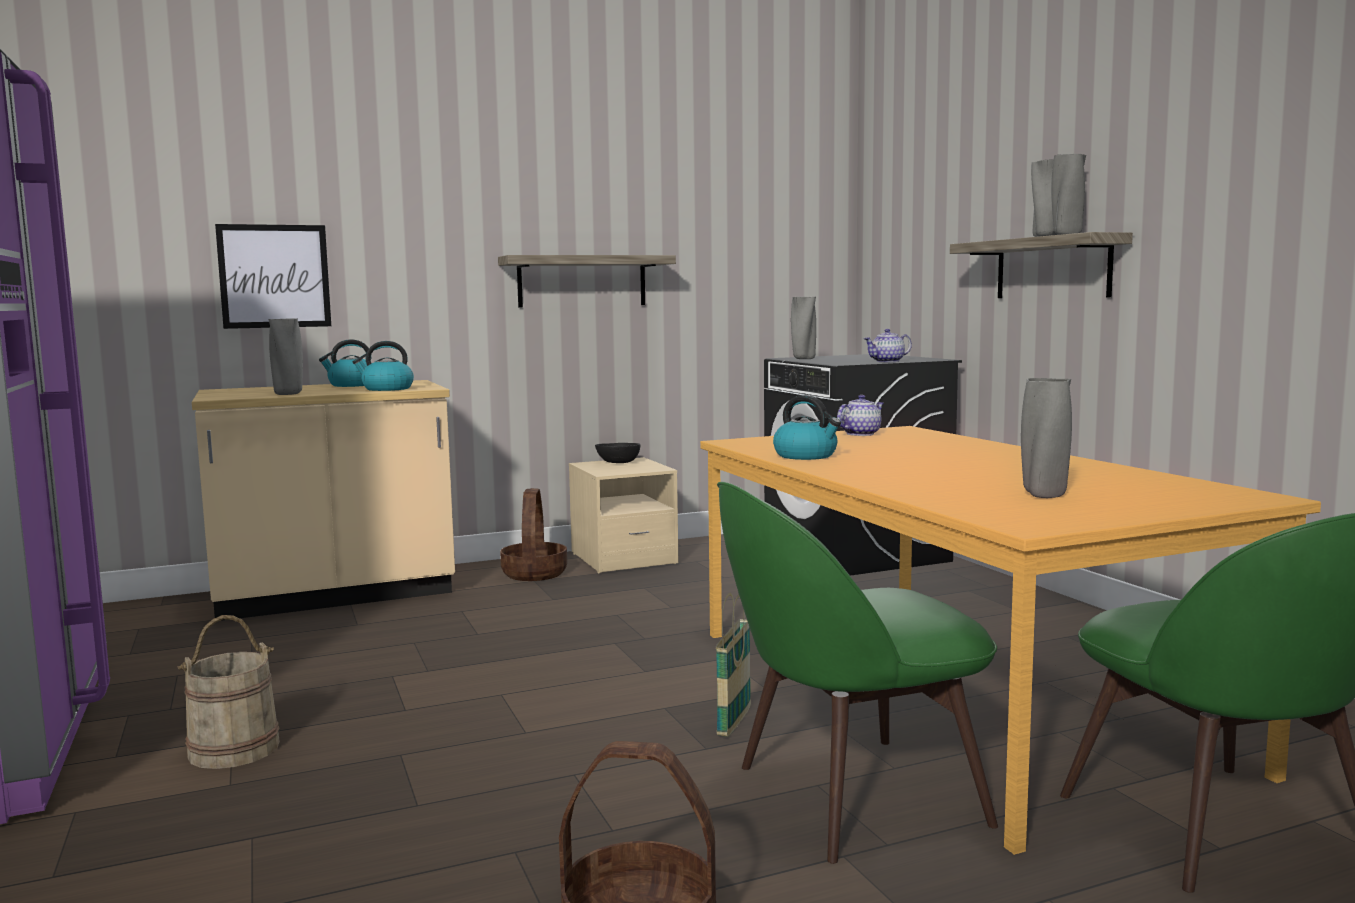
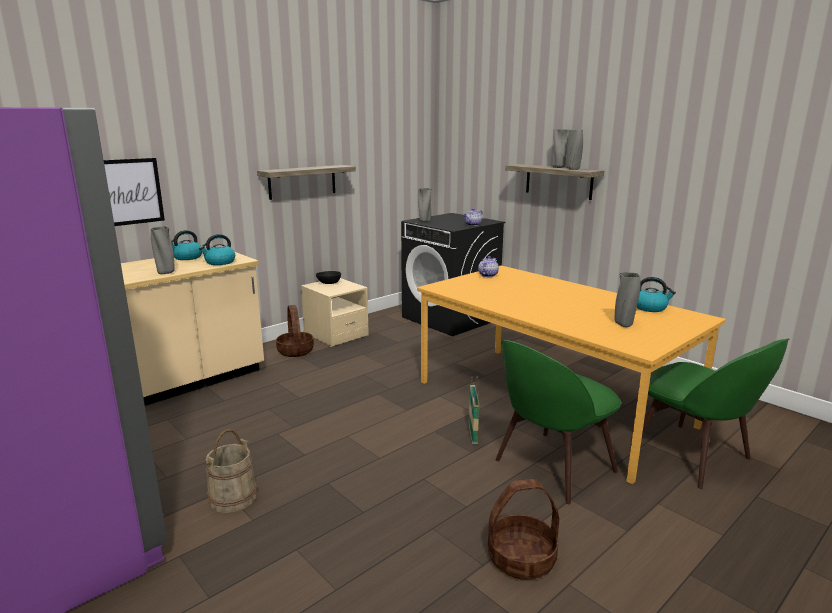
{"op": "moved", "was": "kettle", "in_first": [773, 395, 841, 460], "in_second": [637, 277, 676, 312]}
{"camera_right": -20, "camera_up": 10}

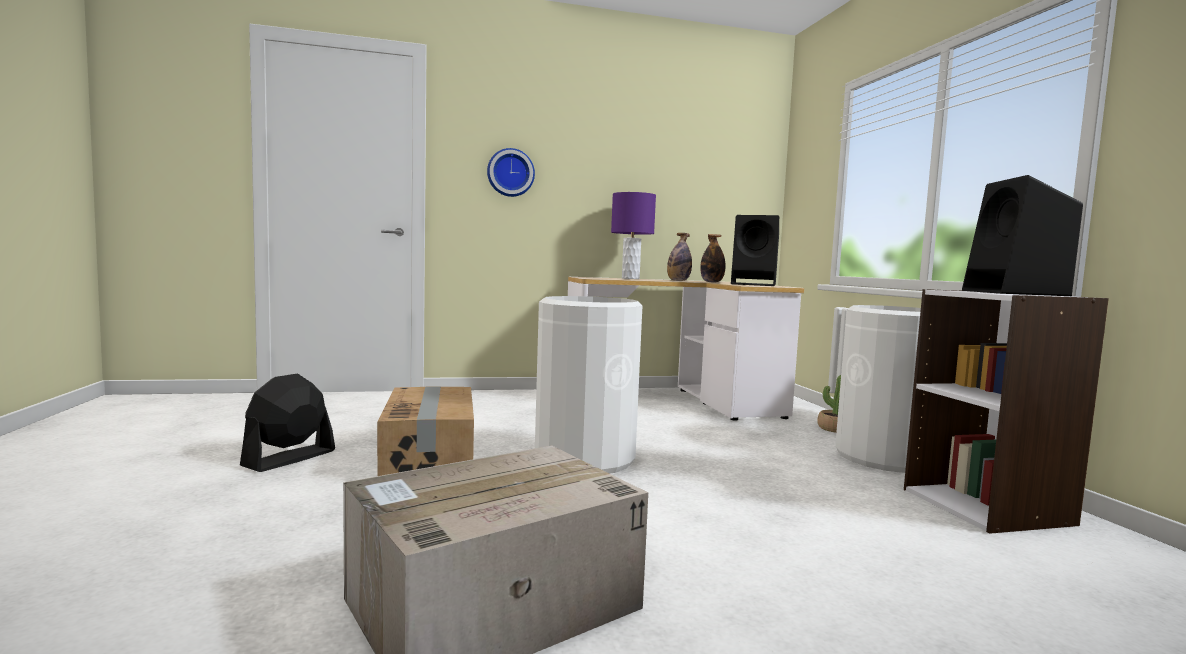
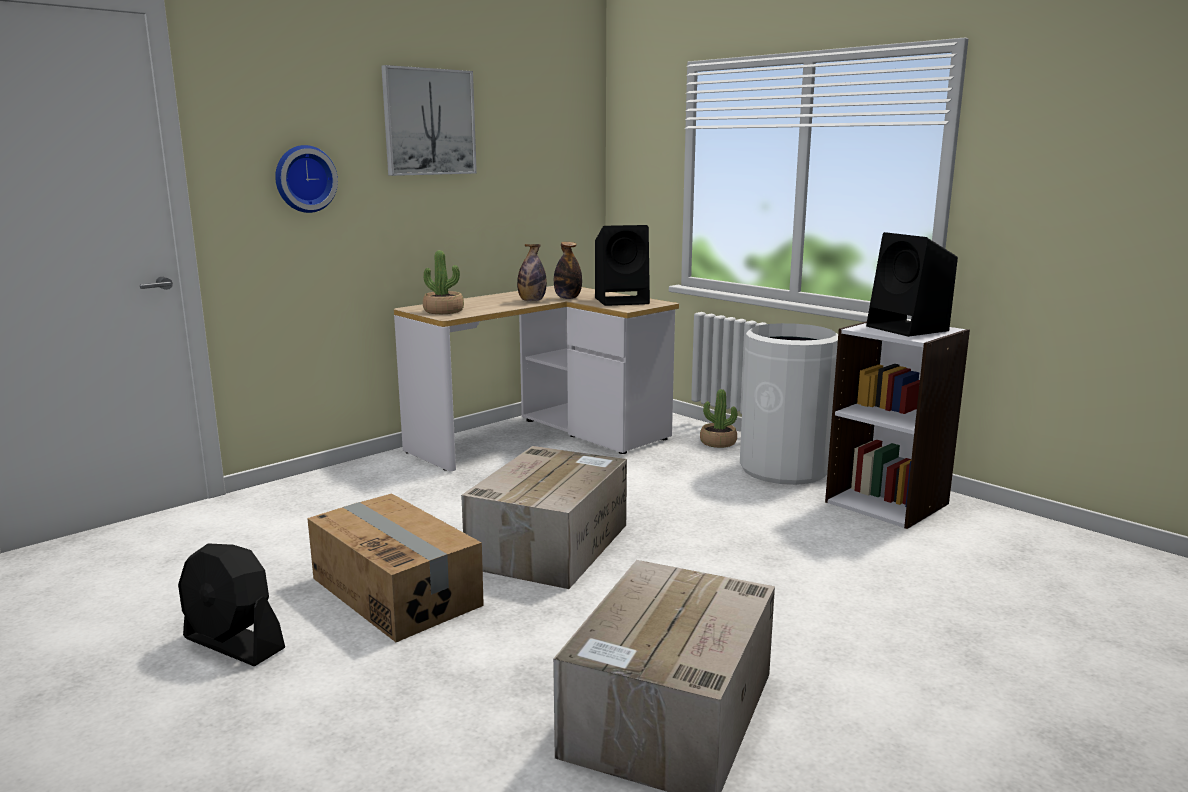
{"op": "removed", "was": "purple table lamp", "in_first": [611, 192, 656, 279]}
{"op": "replaced", "was": "white trash can", "now": "cardboard box", "in_first": [535, 296, 642, 474], "in_second": [461, 446, 627, 589]}
{"op": "turned", "was": "black fan", "in_first": [240, 373, 335, 472], "in_second": [178, 543, 285, 666], "clockwise": -60}
{"op": "added", "now": "picture", "in_second": [381, 65, 477, 176]}
{"op": "added", "now": "potted plant", "in_second": [423, 250, 464, 314]}
{"camera_right": -30, "camera_up": 10}

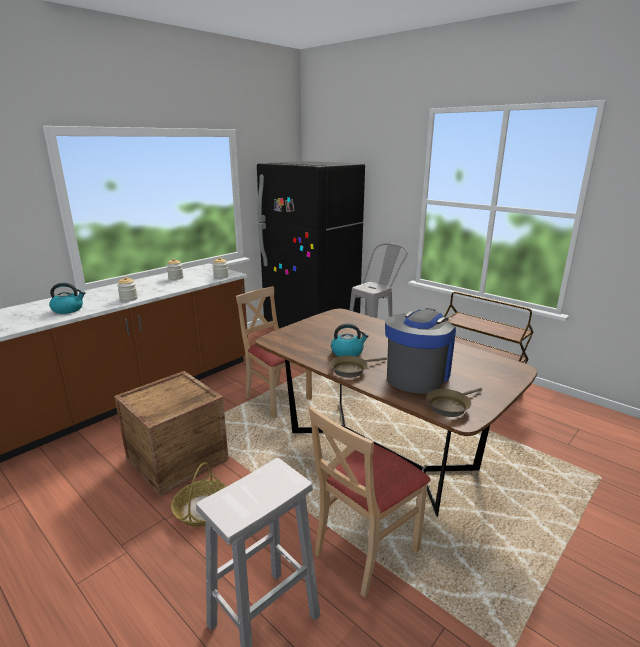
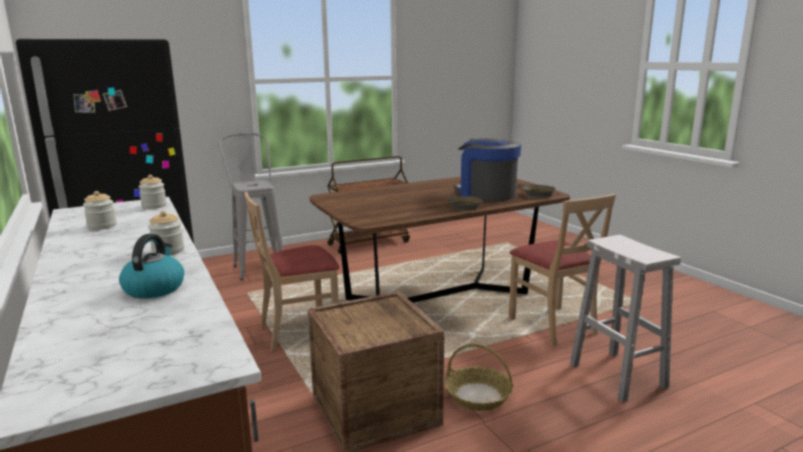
{"op": "removed", "was": "kettle", "in_first": [331, 323, 369, 357]}
{"camera_right": -70, "camera_up": -5}

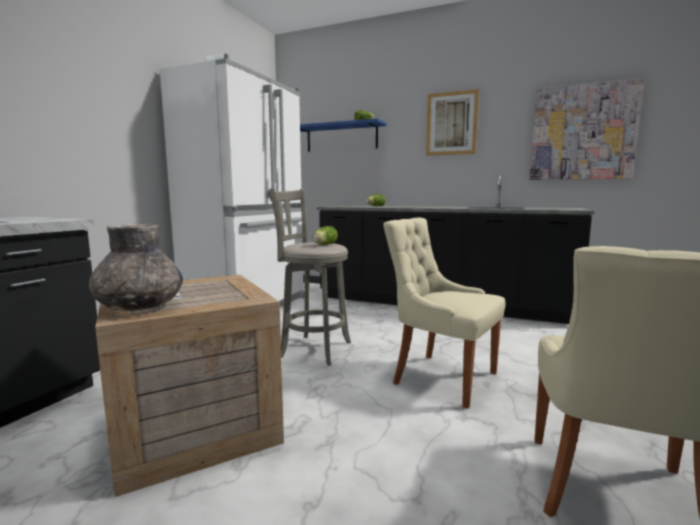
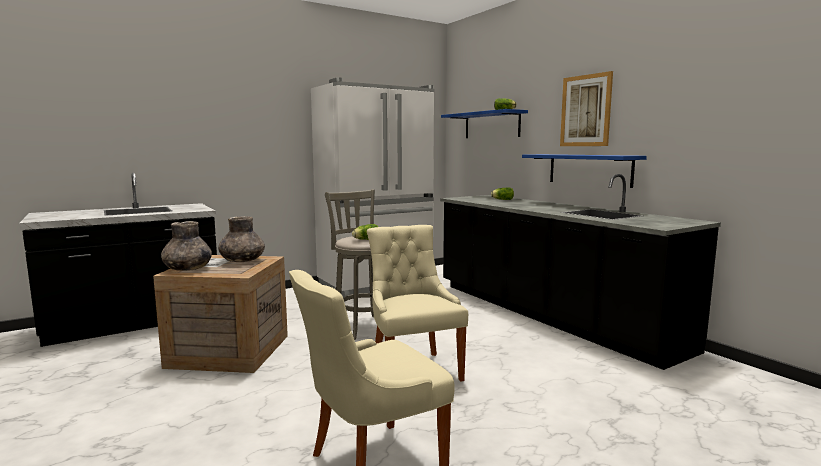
{"op": "removed", "was": "picture", "in_first": [530, 78, 644, 180]}
{"op": "added", "now": "blue shelf", "in_second": [522, 154, 647, 188]}
{"op": "added", "now": "grey vase", "in_second": [218, 216, 265, 262]}
{"camera_right": 35, "camera_up": 0}

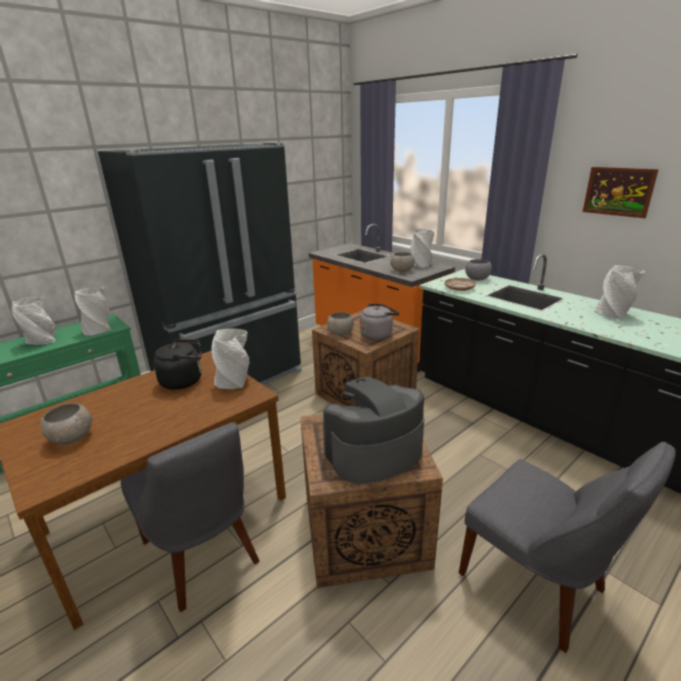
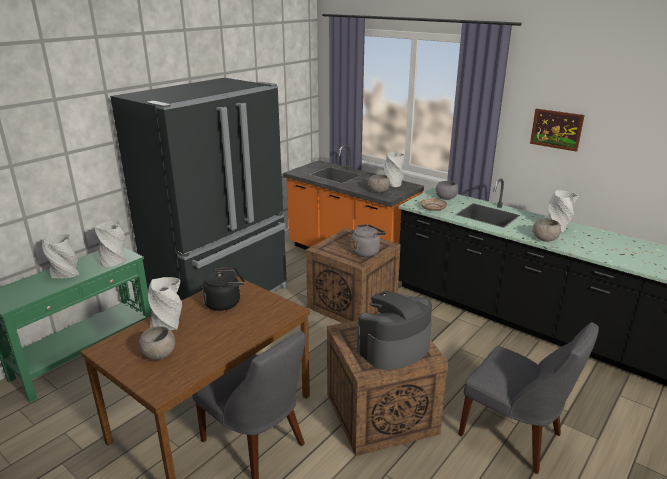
{"op": "moved", "was": "grey bowl", "in_first": [327, 312, 354, 335], "in_second": [532, 219, 561, 242]}
{"op": "moved", "was": "grey vase", "in_first": [211, 328, 249, 389], "in_second": [148, 277, 182, 330]}
{"camera_right": -10, "camera_up": 0}

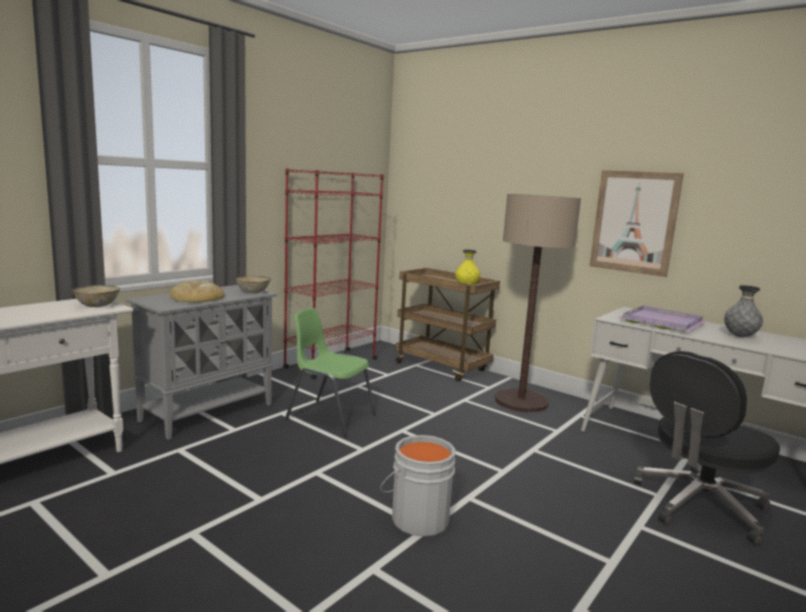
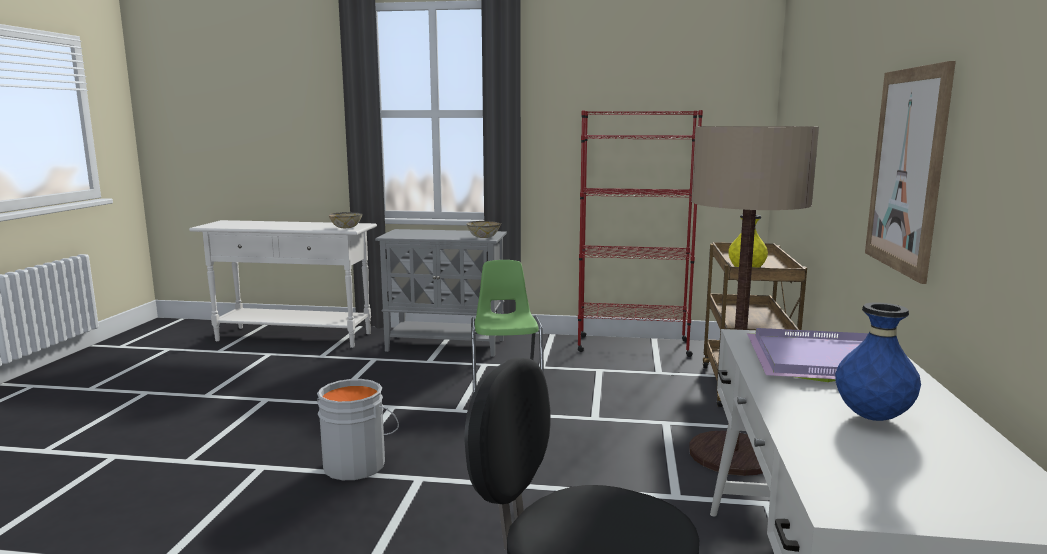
{"op": "removed", "was": "bread", "in_first": [170, 281, 224, 302]}
{"op": "recoloured", "was": "grey vase", "now": "blue vase", "in_first": [724, 285, 763, 337], "in_second": [835, 303, 921, 421]}
{"camera_right": 60, "camera_up": 0}

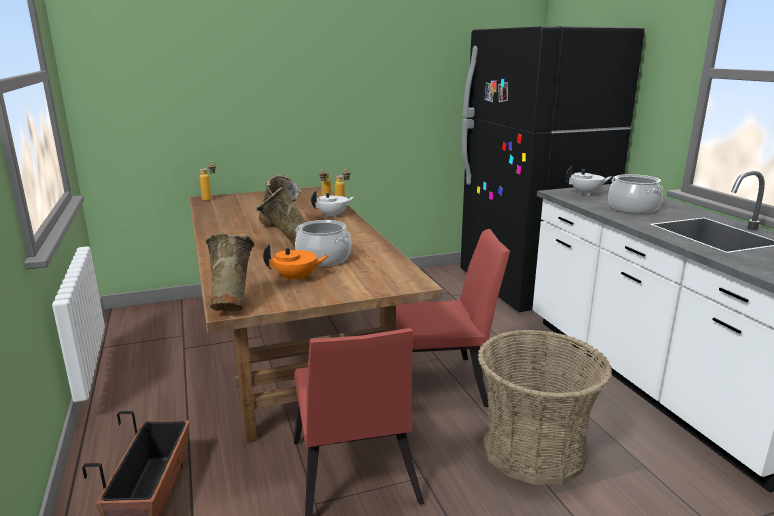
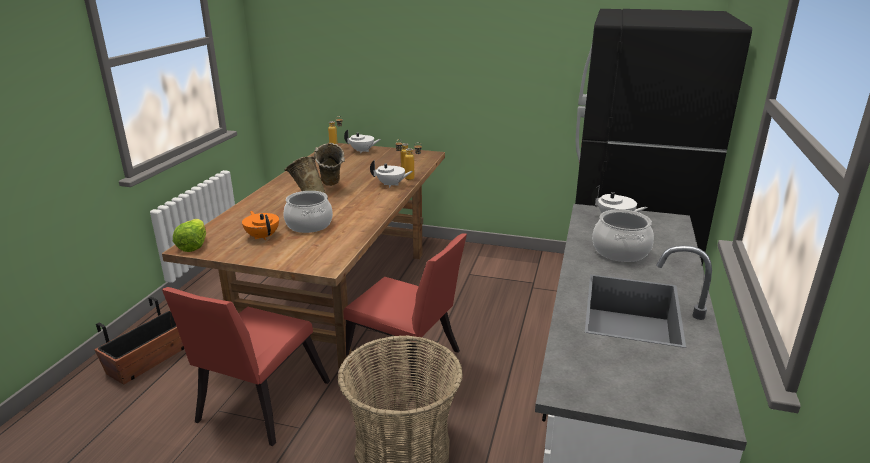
{"op": "replaced", "was": "beige vase", "now": "lettuce", "in_first": [206, 233, 254, 312], "in_second": [173, 219, 206, 252]}
{"op": "turned", "was": "orange teapot", "in_first": [263, 244, 329, 283], "in_second": [242, 211, 279, 240], "clockwise": -150}
{"op": "added", "now": "white teapot", "in_second": [344, 130, 381, 153]}
{"camera_right": 35, "camera_up": 5}

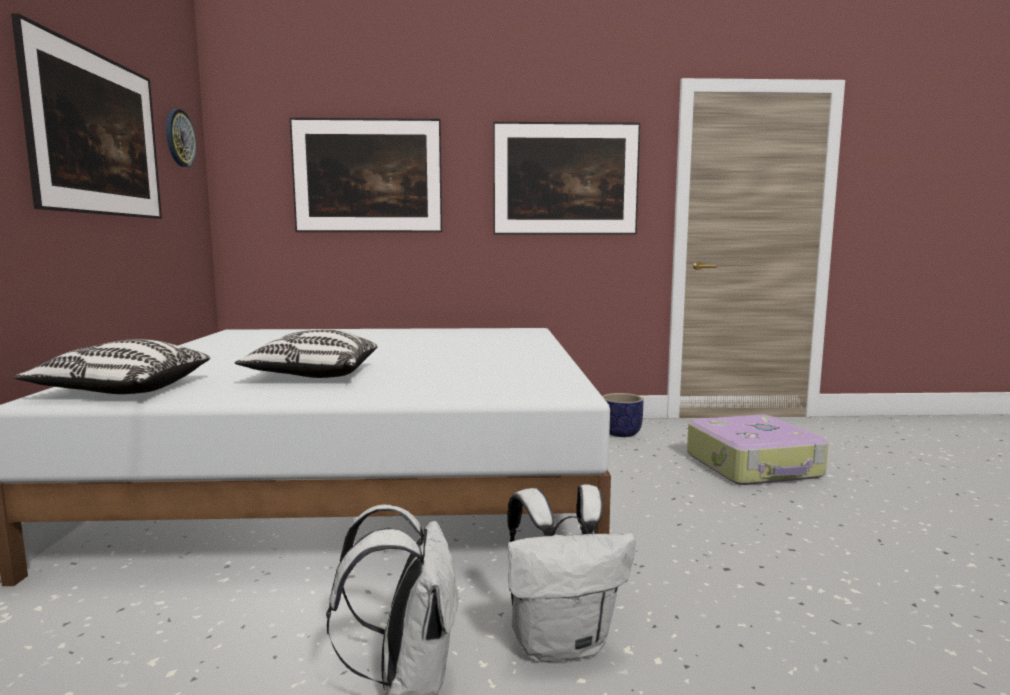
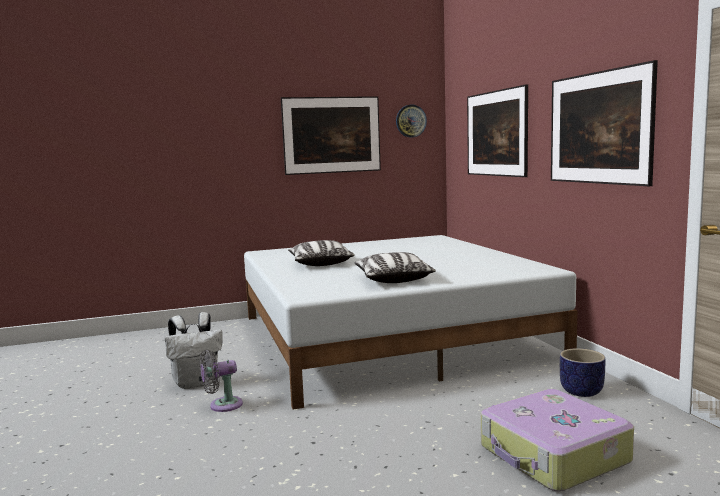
{"op": "moved", "was": "pillow", "in_first": [14, 339, 210, 394], "in_second": [355, 252, 436, 283]}
{"op": "replaced", "was": "white backpack", "now": "grey fan", "in_first": [507, 485, 636, 663], "in_second": [200, 350, 243, 412]}
{"camera_right": 75, "camera_up": 0}

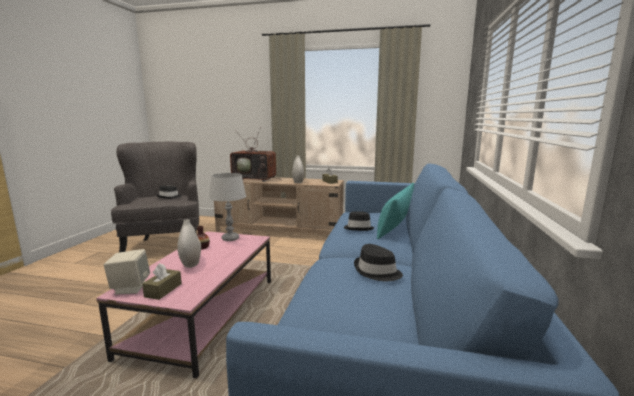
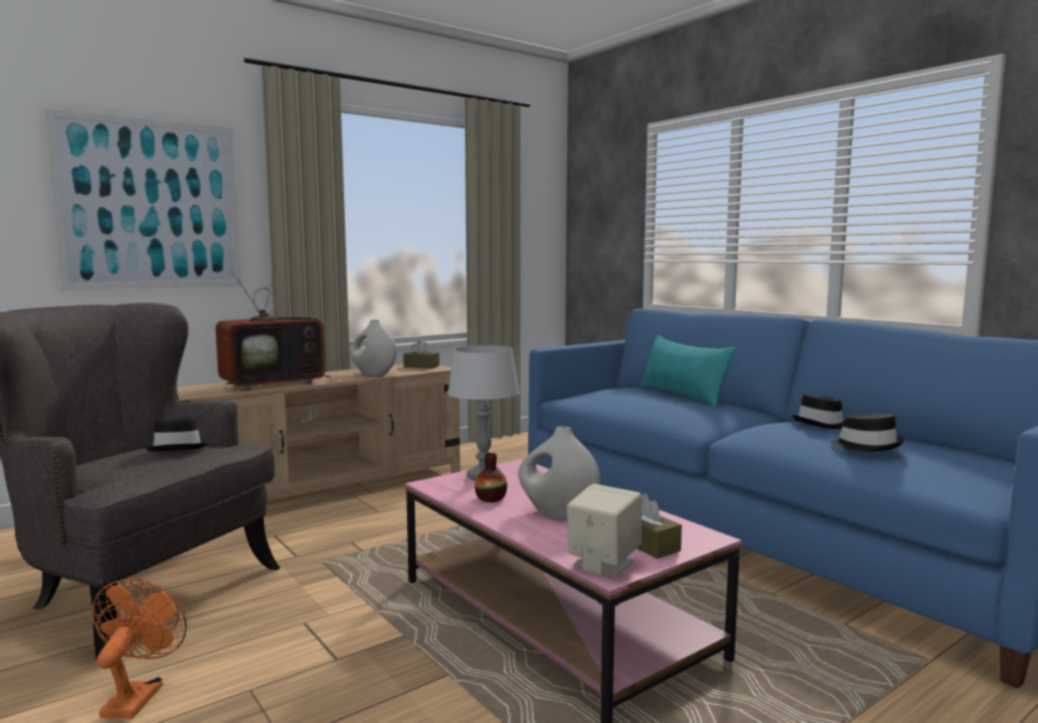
{"op": "moved", "was": "black hat", "in_first": [343, 211, 374, 231], "in_second": [830, 413, 905, 451]}
{"op": "added", "now": "picture", "in_second": [44, 109, 241, 290]}
{"op": "added", "now": "orange fan", "in_second": [91, 579, 187, 719]}
{"camera_right": -50, "camera_up": -5}

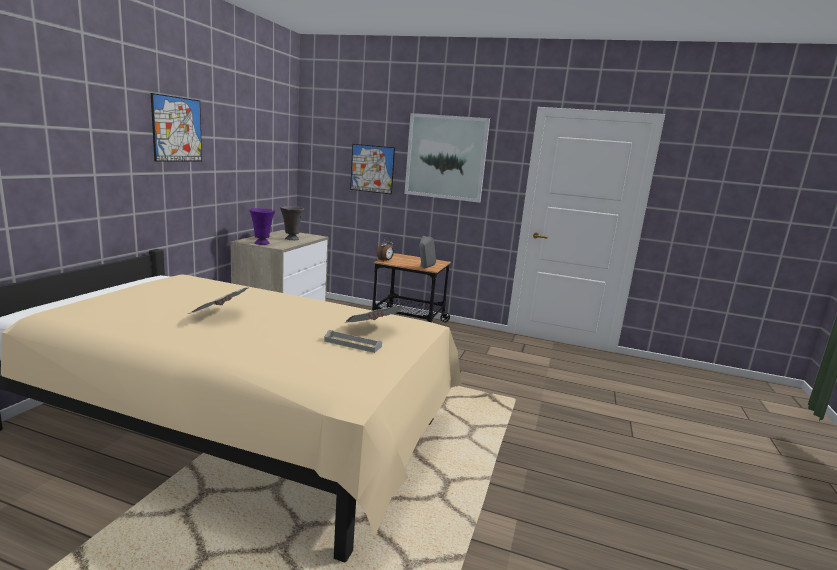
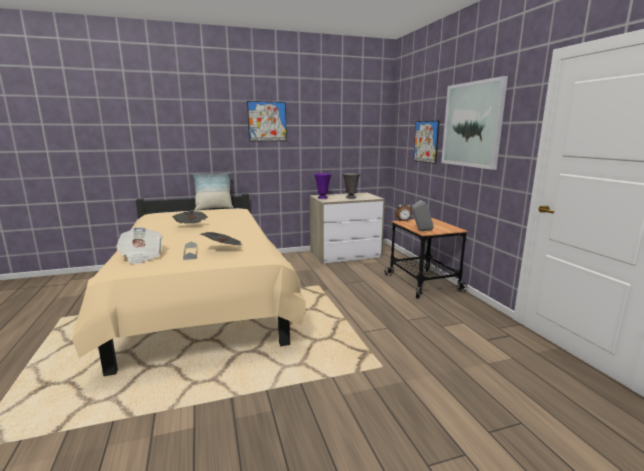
{"op": "added", "now": "pillow", "in_second": [192, 172, 234, 211]}
{"op": "added", "now": "newspaper", "in_second": [116, 227, 163, 264]}
{"camera_right": 55, "camera_up": 0}

